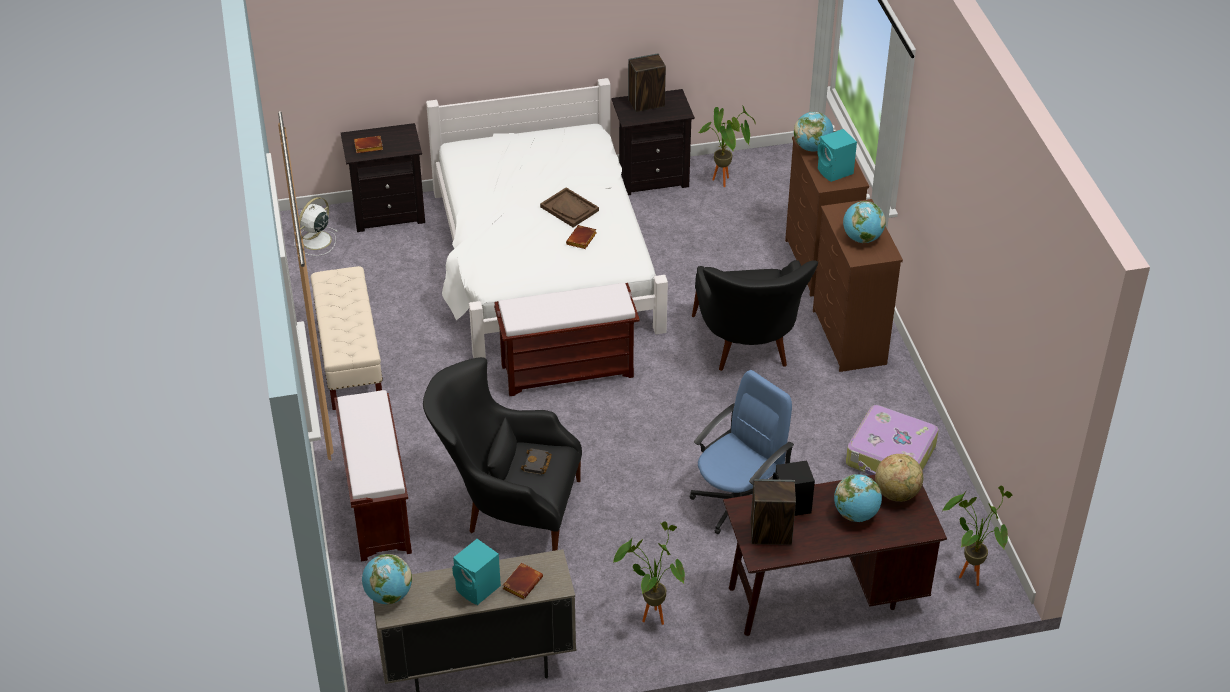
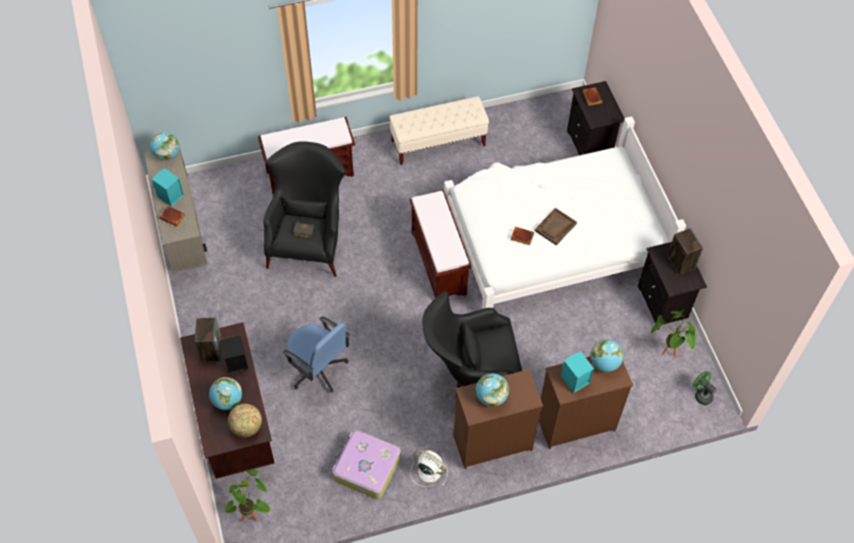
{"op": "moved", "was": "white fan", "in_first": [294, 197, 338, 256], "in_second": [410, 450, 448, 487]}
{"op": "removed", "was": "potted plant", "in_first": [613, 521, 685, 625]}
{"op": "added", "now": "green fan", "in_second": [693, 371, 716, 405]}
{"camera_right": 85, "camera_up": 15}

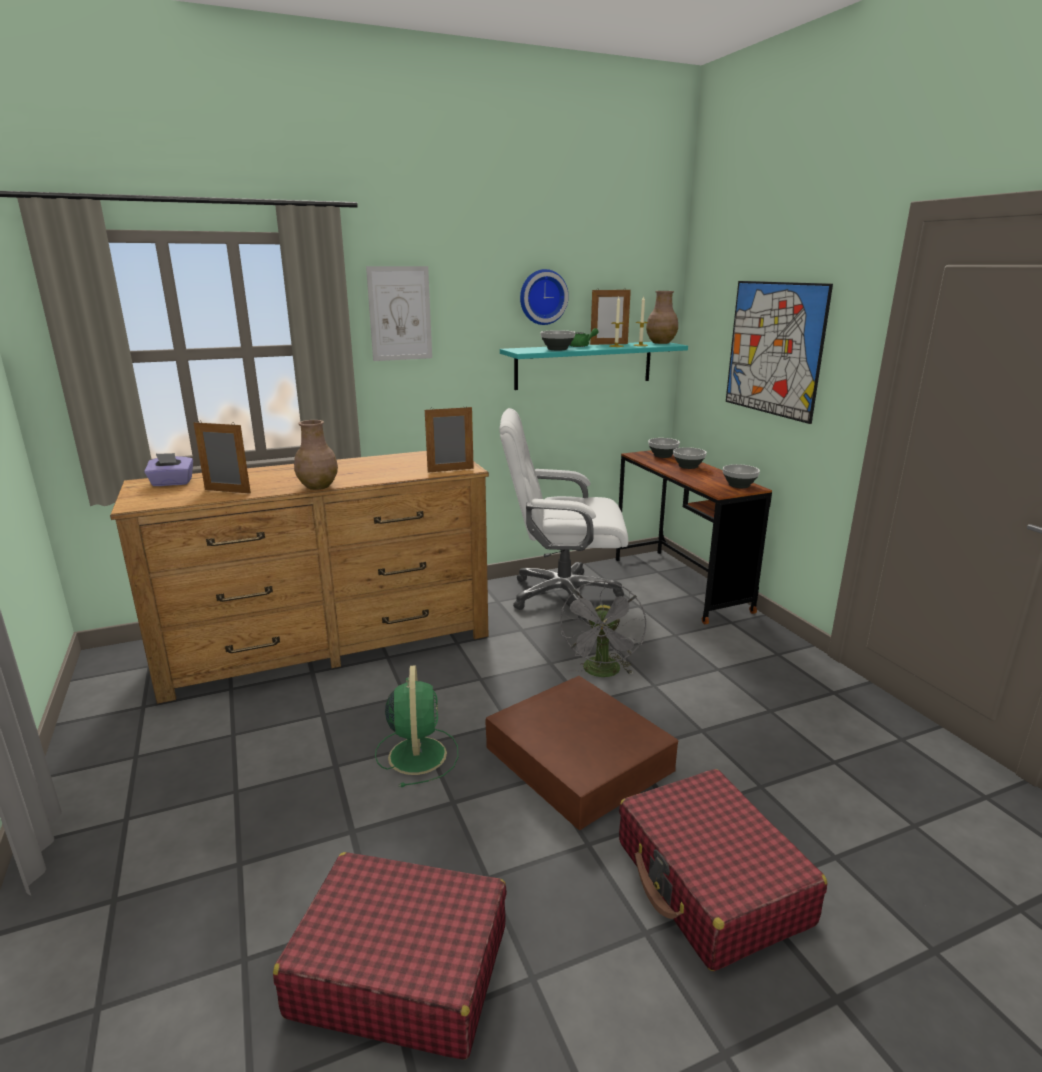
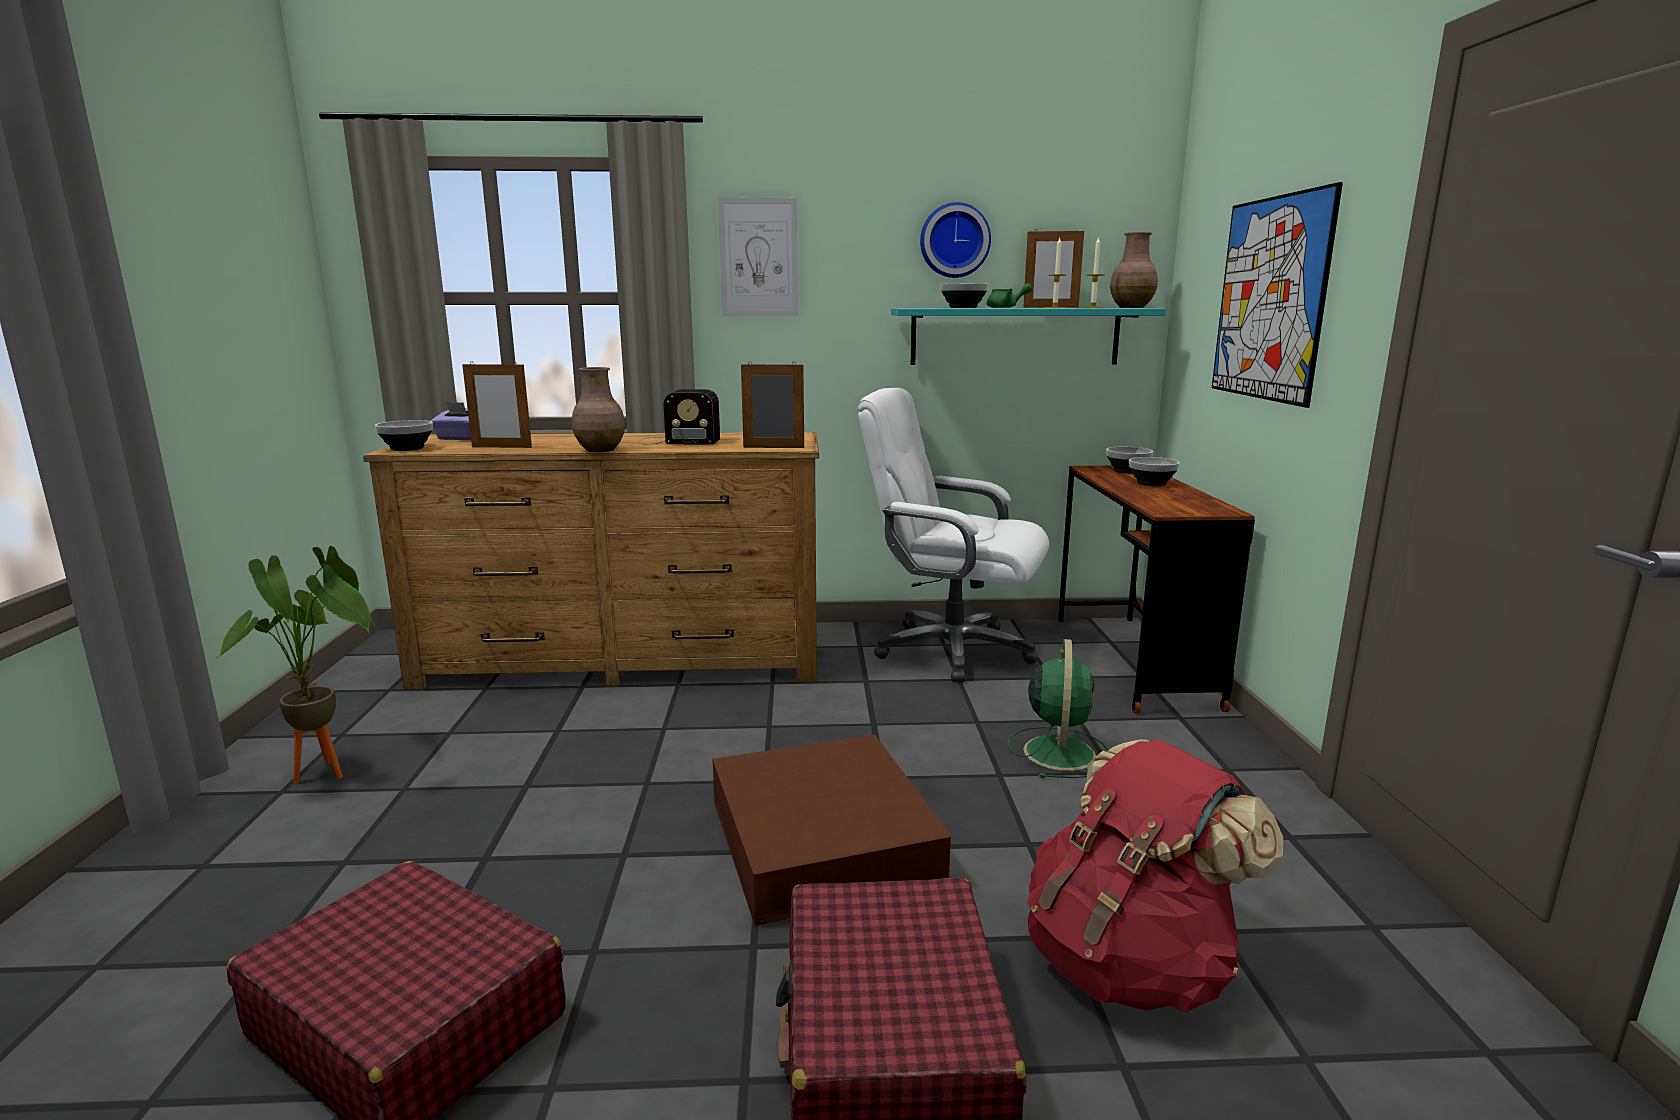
{"op": "turned", "was": "picture frame", "in_first": [194, 422, 251, 494], "in_second": [462, 361, 532, 448], "clockwise": 150}
{"op": "moved", "was": "bowl", "in_first": [723, 464, 760, 488], "in_second": [375, 420, 433, 451]}
{"op": "removed", "was": "grey fan", "in_first": [560, 581, 646, 677]}
{"op": "moved", "was": "green fan", "in_first": [375, 665, 458, 787], "in_second": [1008, 639, 1108, 778]}
{"op": "added", "now": "radio", "in_second": [639, 389, 720, 445]}
{"op": "added", "now": "potted plant", "in_second": [217, 546, 378, 784]}
{"op": "added", "now": "red backpack", "in_second": [1027, 739, 1283, 1012]}
{"camera_right": 20, "camera_up": -5}

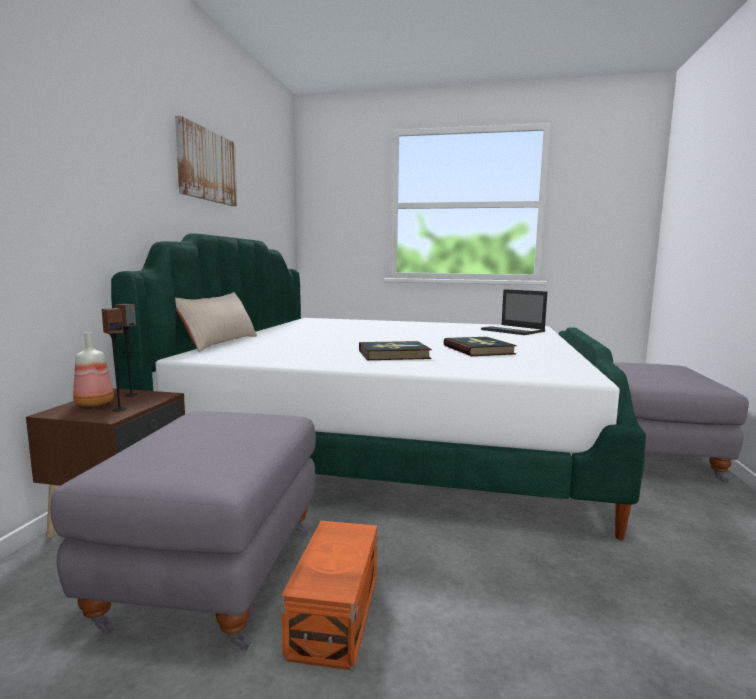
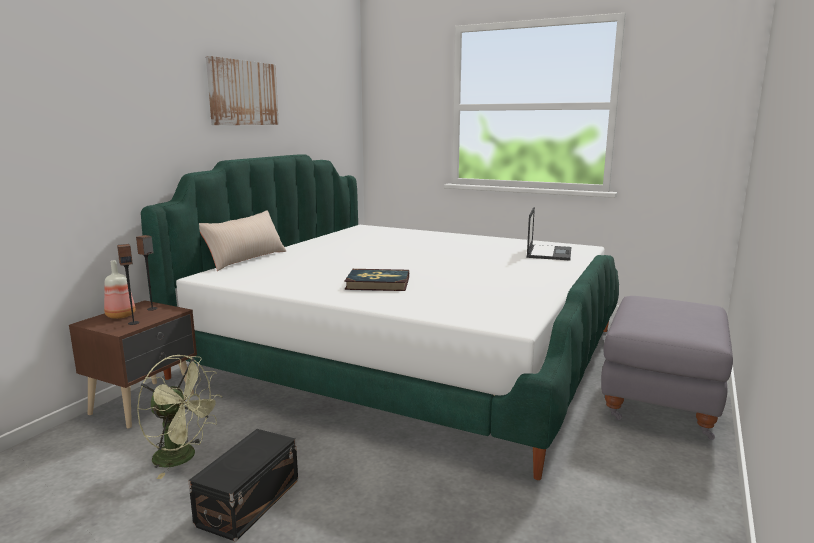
{"op": "turned", "was": "laptop", "in_first": [481, 289, 547, 335], "in_second": [526, 207, 571, 261], "clockwise": -135}
{"op": "removed", "was": "book", "in_first": [444, 337, 517, 356]}
{"op": "replaced", "was": "grey ottoman", "now": "green fan", "in_first": [50, 411, 316, 651], "in_second": [137, 355, 222, 479]}
{"op": "recoloured", "was": "orange storage box", "now": "black storage box", "in_first": [281, 521, 377, 671], "in_second": [188, 429, 298, 542]}
{"camera_right": 15, "camera_up": 5}

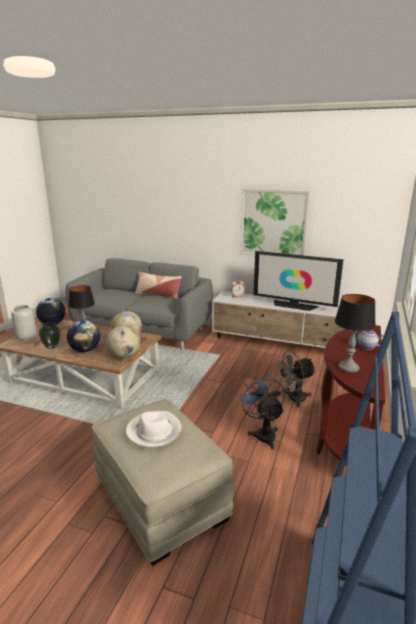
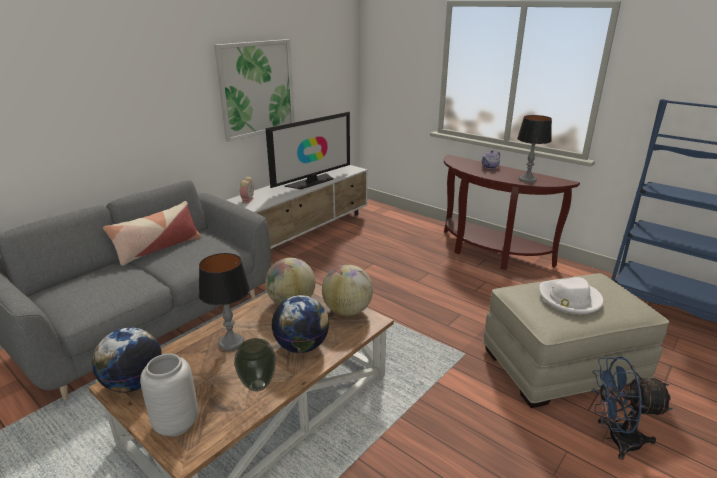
{"op": "removed", "was": "grey fan", "in_first": [274, 351, 316, 407]}
{"op": "moved", "was": "blue fan", "in_first": [239, 375, 285, 450], "in_second": [591, 356, 672, 460]}
{"camera_right": -70, "camera_up": 5}

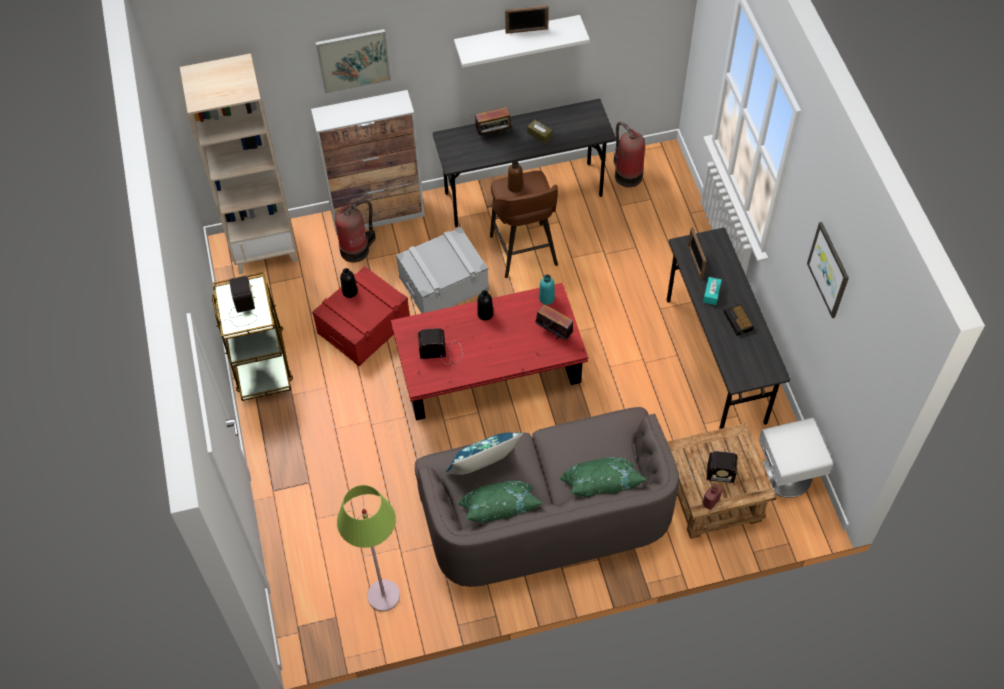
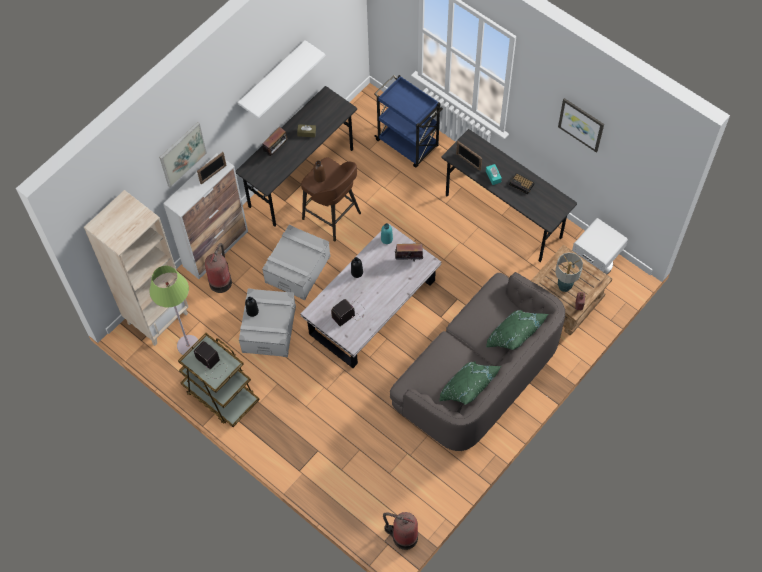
{"op": "moved", "was": "picture frame", "in_first": [505, 5, 549, 34], "in_second": [197, 152, 227, 184]}
{"op": "moved", "was": "fire extinguisher", "in_first": [614, 122, 645, 187], "in_second": [383, 512, 418, 550]}
{"op": "recoloured", "was": "red storage box", "now": "grey storage box", "in_first": [312, 266, 410, 366], "in_second": [239, 288, 296, 357]}
{"op": "recoloured", "was": "red coffee table", "now": "white coffee table", "in_first": [391, 283, 588, 420], "in_second": [300, 223, 441, 368]}
{"op": "removed", "was": "blue pillow", "in_first": [445, 432, 523, 475]}
{"op": "replaced", "was": "radio", "now": "table lamp", "in_first": [689, 451, 737, 483], "in_second": [555, 252, 583, 292]}
{"op": "moved", "was": "green floor lamp", "in_first": [337, 485, 400, 612], "in_second": [149, 266, 198, 355]}
{"op": "added", "now": "blue cart", "in_second": [374, 75, 443, 168]}
{"camera_right": -35, "camera_up": 5}

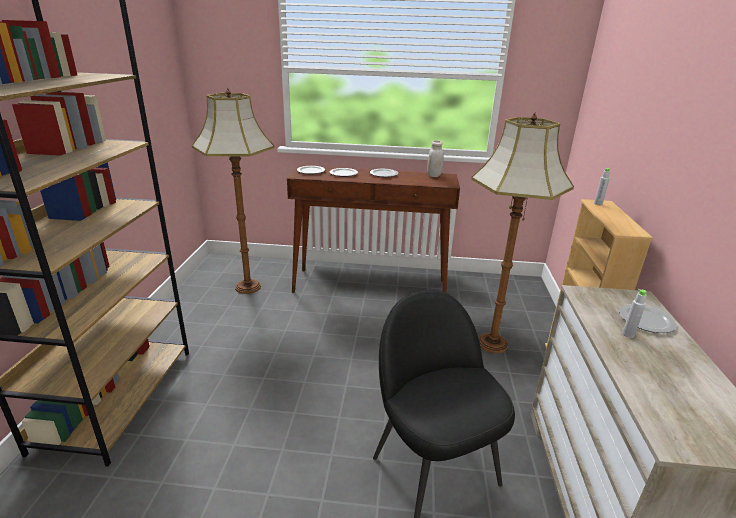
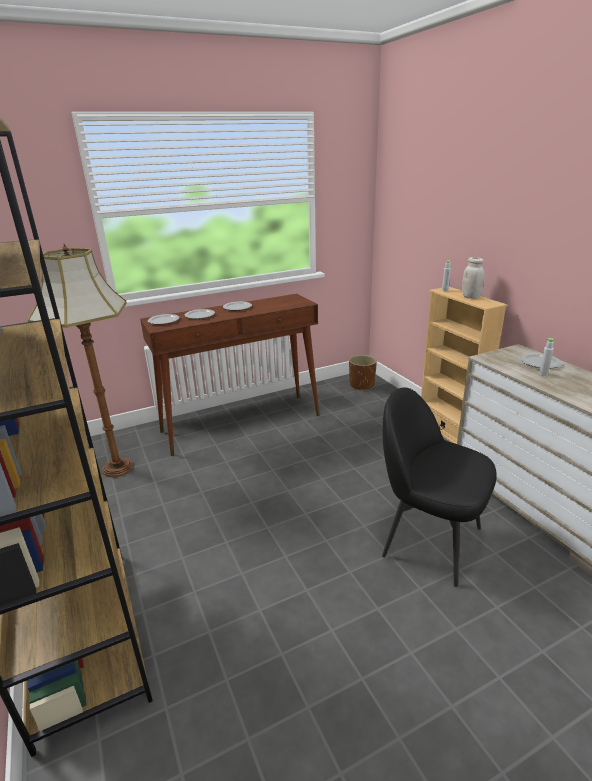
{"op": "removed", "was": "floor lamp", "in_first": [471, 112, 574, 353]}
{"op": "moved", "was": "white jar", "in_first": [427, 140, 444, 177], "in_second": [462, 257, 485, 299]}
{"op": "added", "now": "brown planter", "in_second": [349, 355, 377, 391]}
{"camera_right": -30, "camera_up": 0}

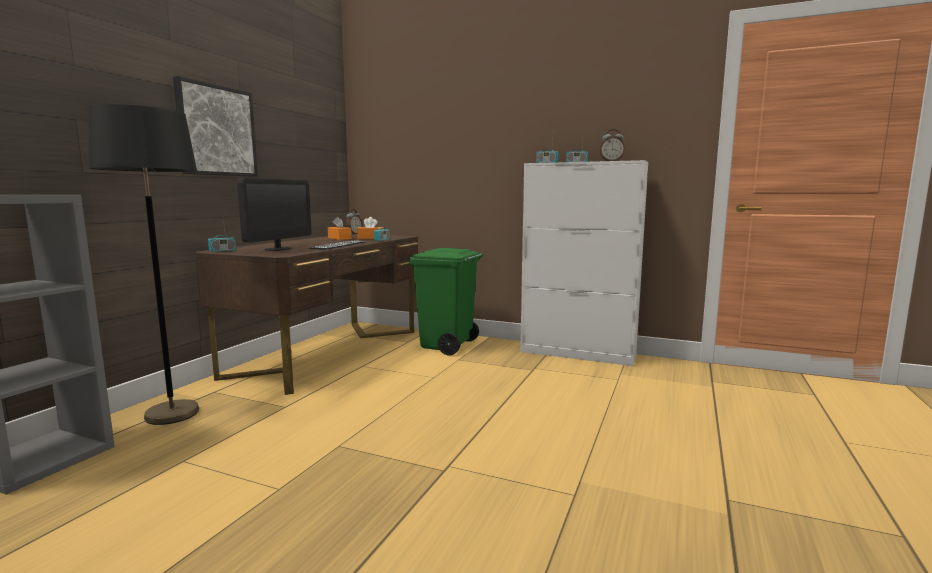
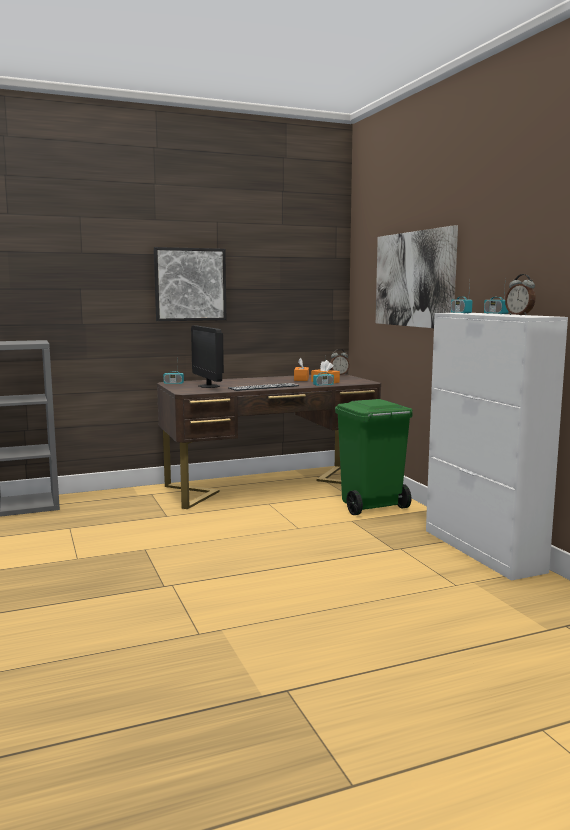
{"op": "removed", "was": "black floor lamp", "in_first": [88, 104, 199, 425]}
{"op": "turned", "was": "monitor", "in_first": [237, 178, 311, 251], "in_second": [191, 326, 224, 388], "clockwise": 90}
{"op": "added", "now": "picture", "in_second": [376, 225, 458, 328]}
{"camera_right": 45, "camera_up": 0}

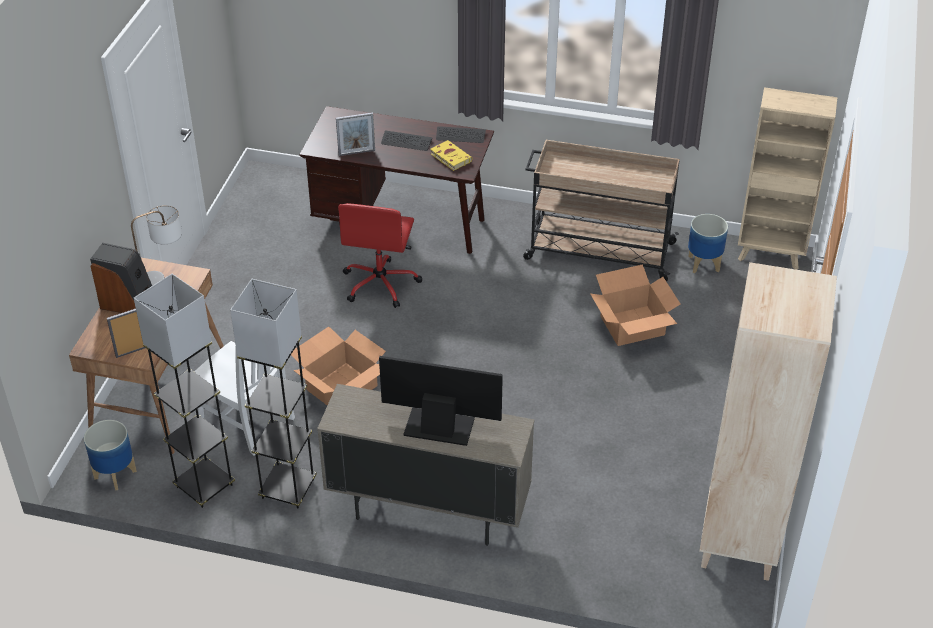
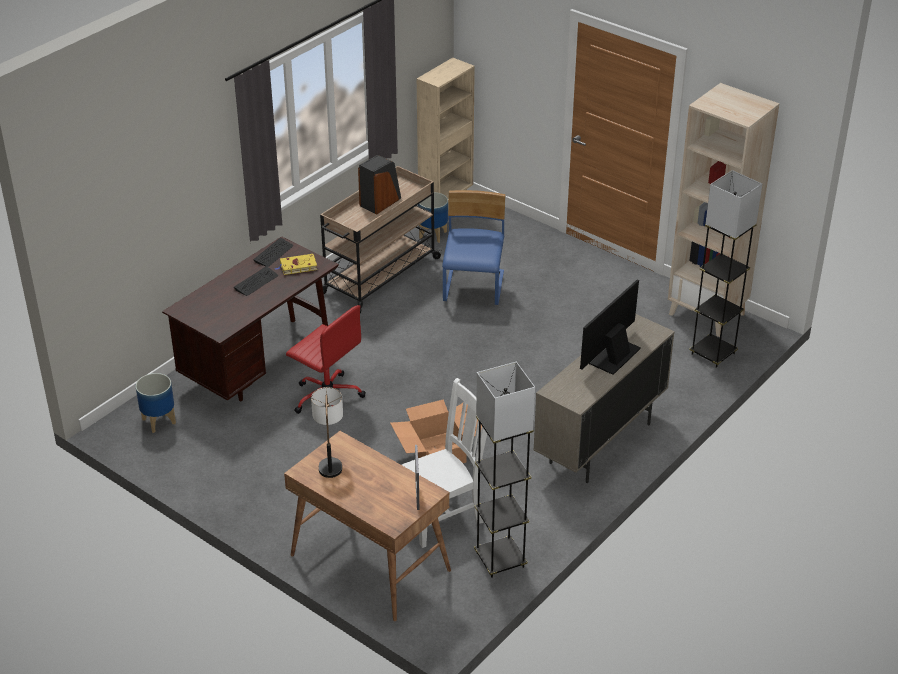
{"op": "removed", "was": "picture frame", "in_first": [336, 113, 375, 156]}
{"op": "moved", "was": "speaker", "in_first": [90, 243, 152, 313], "in_second": [358, 155, 401, 215]}
{"op": "replaced", "was": "cardboard box", "now": "blue chair", "in_first": [590, 264, 680, 346], "in_second": [442, 190, 505, 305]}
{"op": "moved", "was": "grey floor lamp", "in_first": [230, 279, 317, 509], "in_second": [690, 170, 762, 368]}
{"op": "moved", "was": "planter", "in_first": [84, 420, 137, 491], "in_second": [135, 373, 176, 433]}
{"camera_right": -65, "camera_up": -5}

